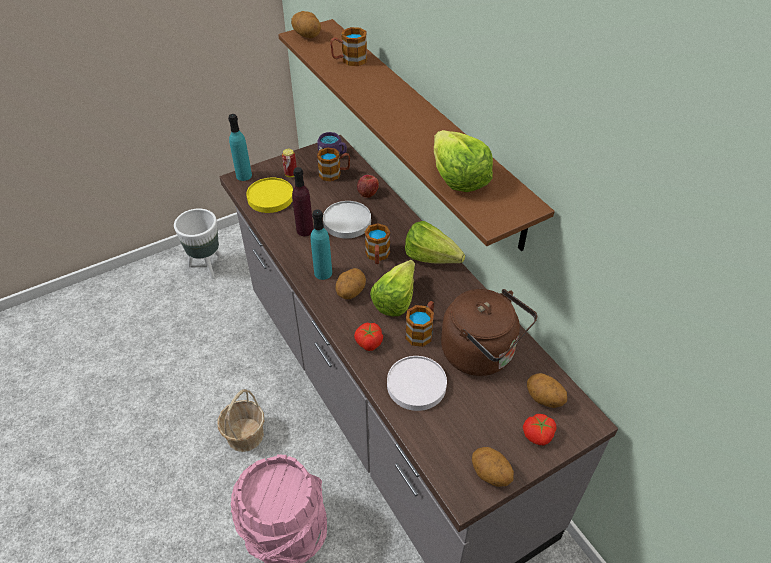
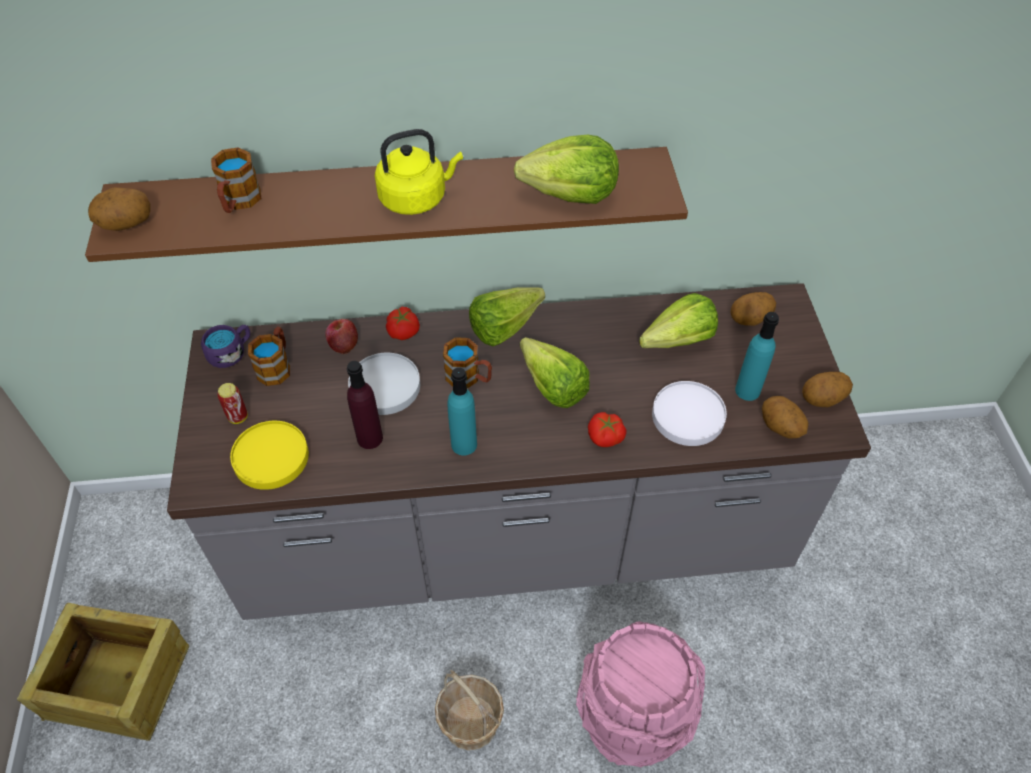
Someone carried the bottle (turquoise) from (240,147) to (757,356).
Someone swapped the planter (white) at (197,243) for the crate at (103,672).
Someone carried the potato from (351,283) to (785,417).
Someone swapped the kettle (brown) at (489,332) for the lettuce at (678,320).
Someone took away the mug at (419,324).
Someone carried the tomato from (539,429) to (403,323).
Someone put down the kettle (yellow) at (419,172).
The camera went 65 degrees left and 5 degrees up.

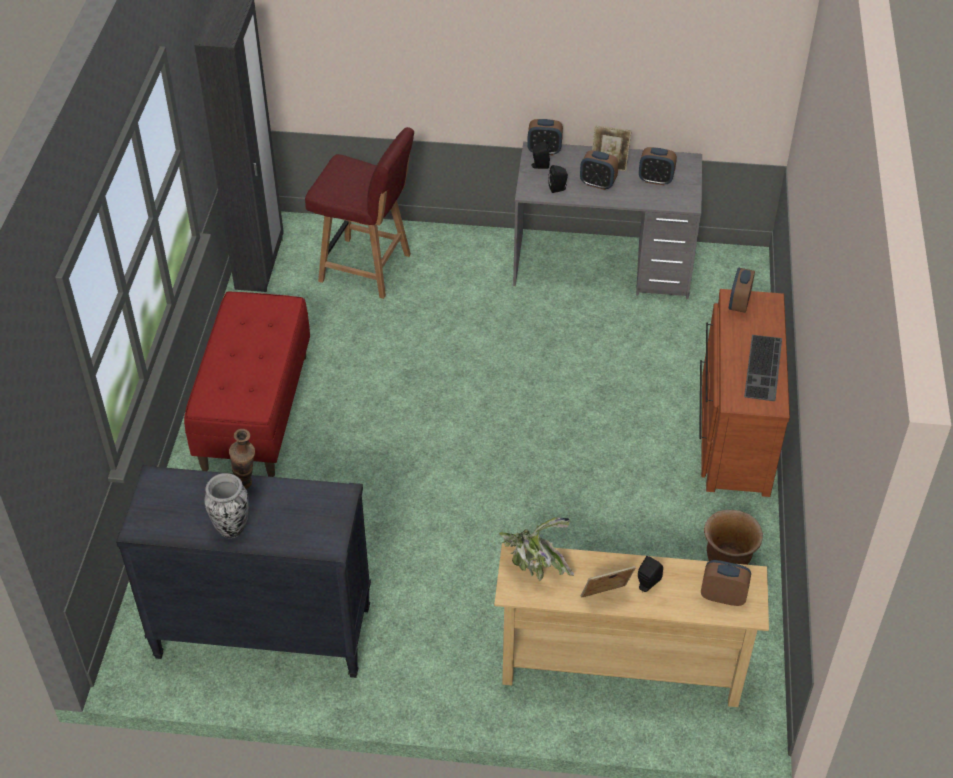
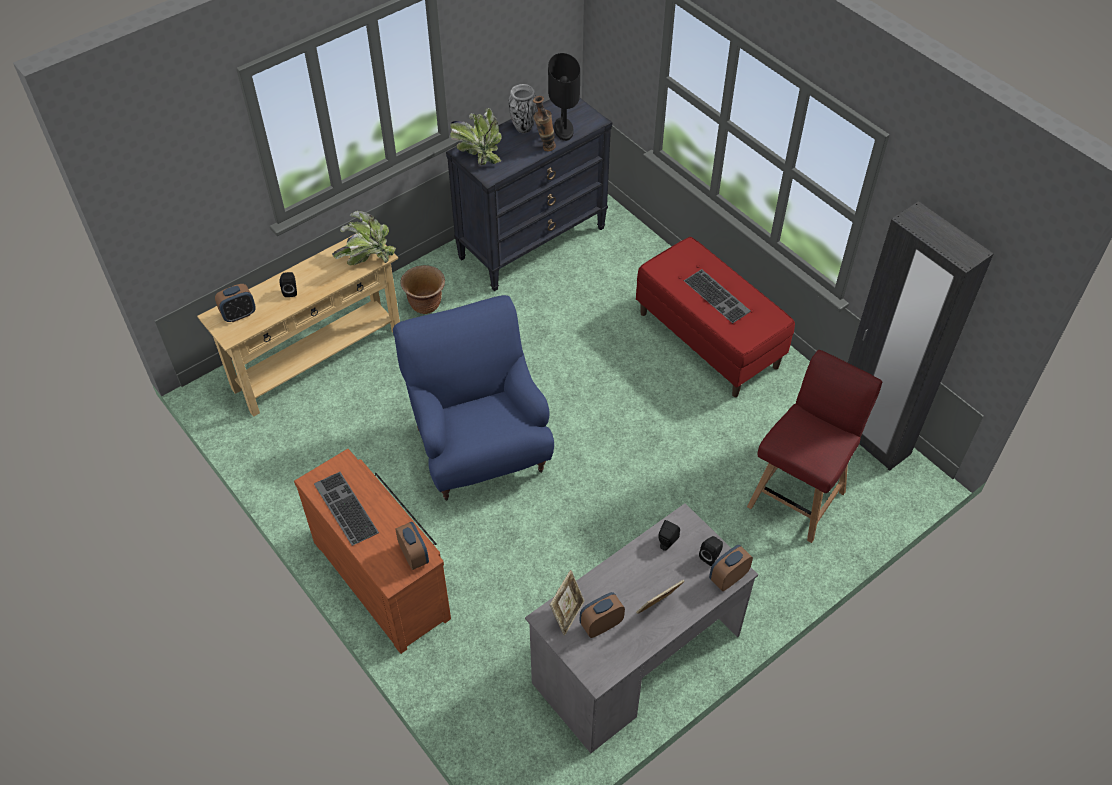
Someone rotated the chair (red) at (359,213) by 150 degrees clockwise.
Someone took away the alarm clock at (599,170).
Someone carried the planter (brown) from (733,537) to (422,289).
Someone carried the picture frame from (608,582) to (567,602).
Someone put down the table lamp (black) at (564,97).
Someone put down the potted plant at (476,136).
Someone put down the keyboard at (717,296).
Someone put down the armchair (blue) at (473,398).
The camera went 135 degrees right and 5 degrees up.

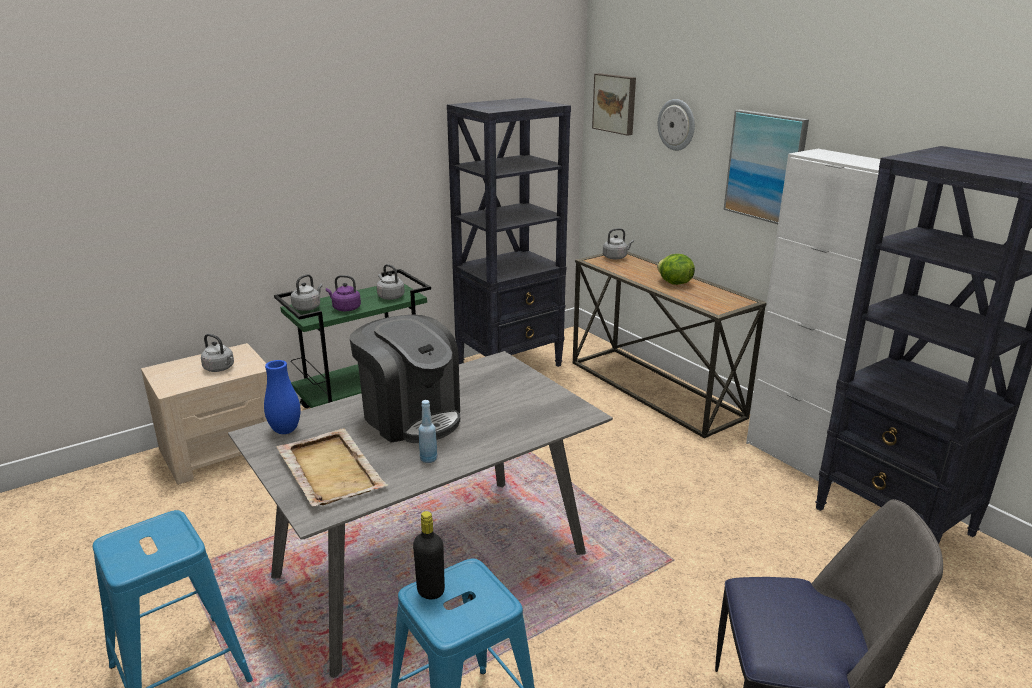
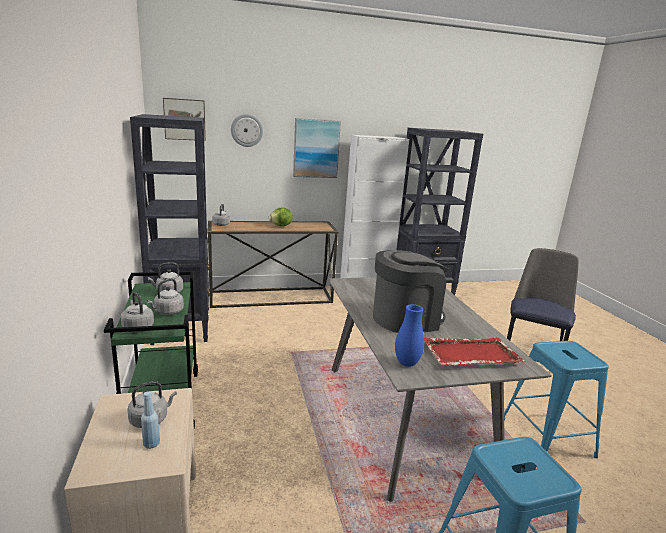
Someone repainted the kettle (purple) at (343,293), which became the kettle (grey) at (165,296).
Someone carried the bottle (blue) from (427,431) to (150,420).
Someone repainted the tray (beige) at (332,467), which became the tray (red) at (474,351).
Someone took away the bottle (black) at (429,555).
The camera went 70 degrees left and 5 degrees down.

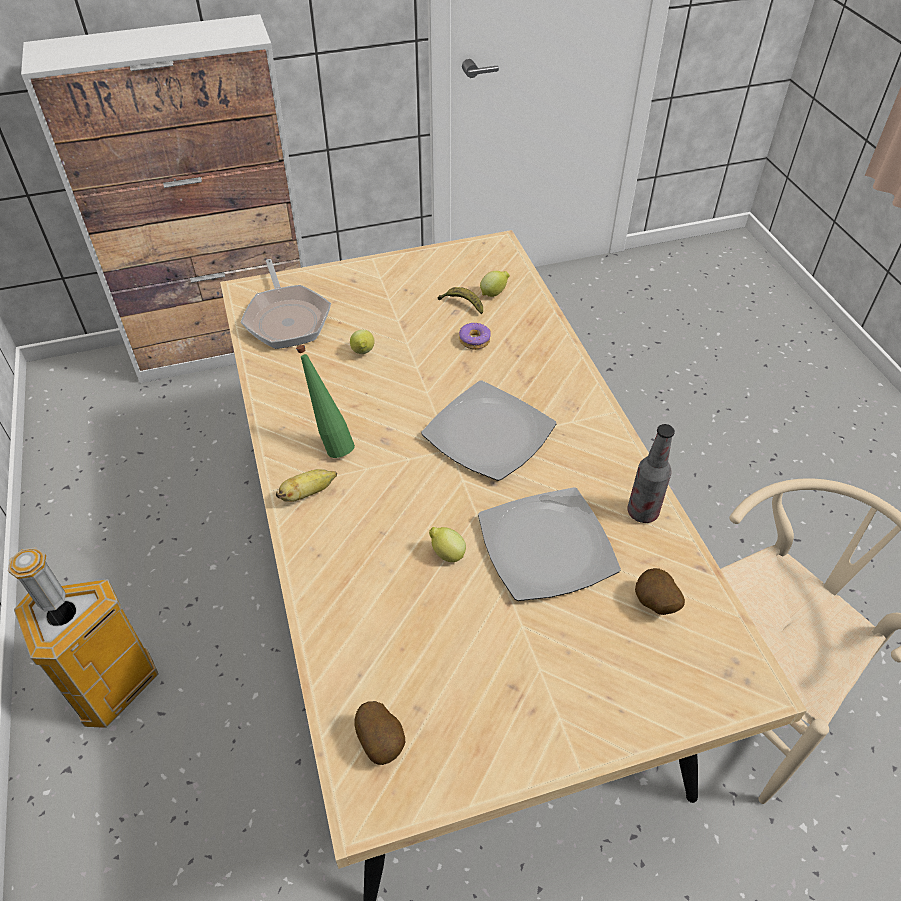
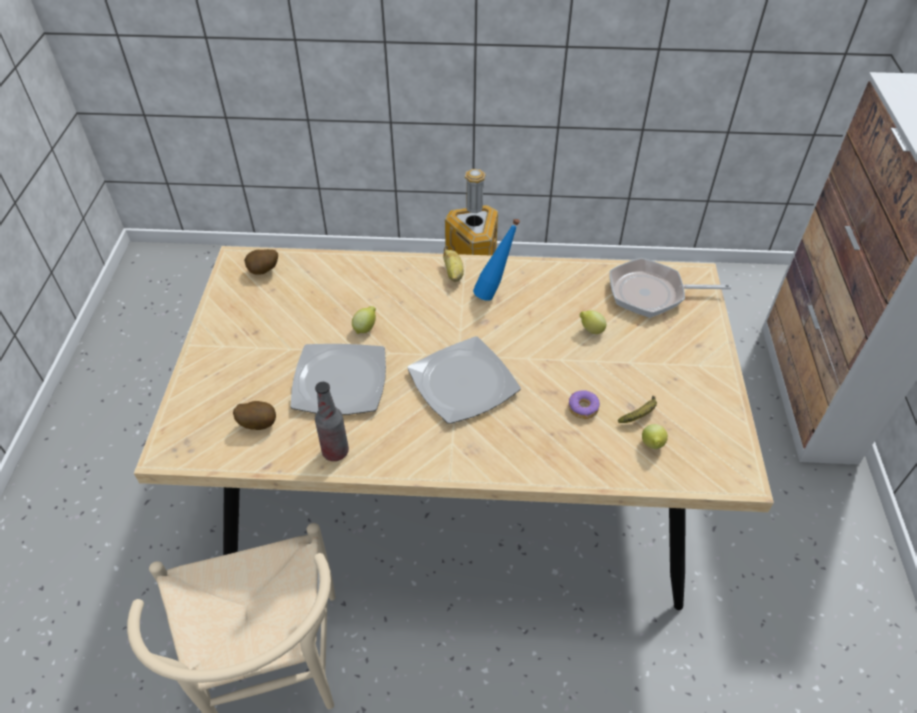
Someone repainted the bottle (green) at (325,401), which became the bottle (blue) at (496,259).
The camera went 110 degrees right and 0 degrees up.

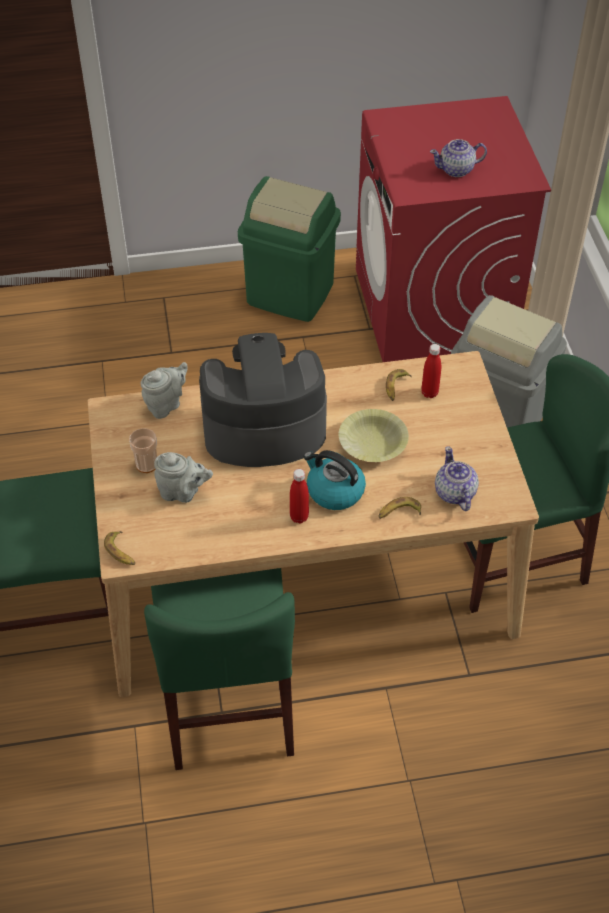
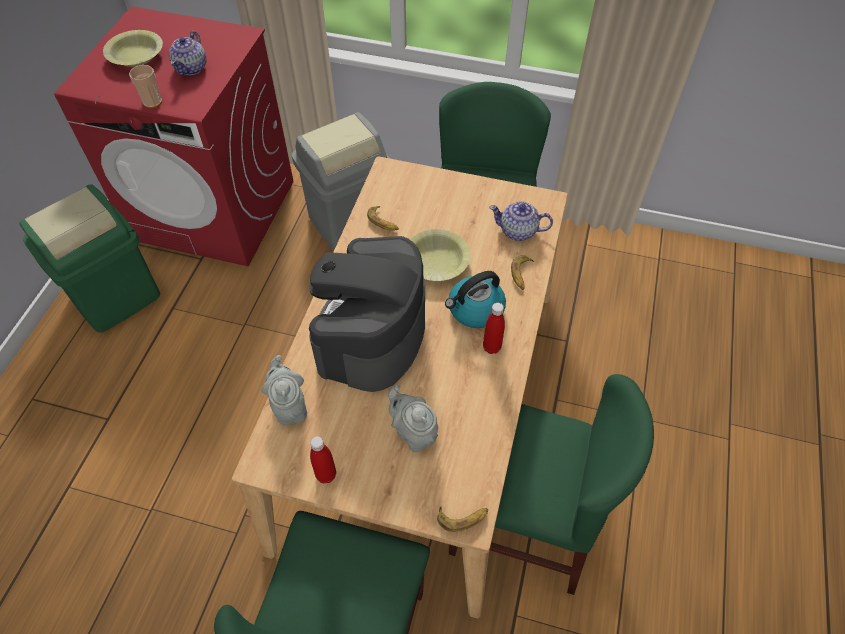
Someone carried the bottle (red) from (431,371) to (323,459).
Someone carried the cup from (143,450) to (145,86).
Someone rotated the teapot (grey) at (183,477) by 75 degrees counterclockwise.
Someone put down the bowl (yellow) at (133,48).
The camera went 65 degrees left and 5 degrees up.

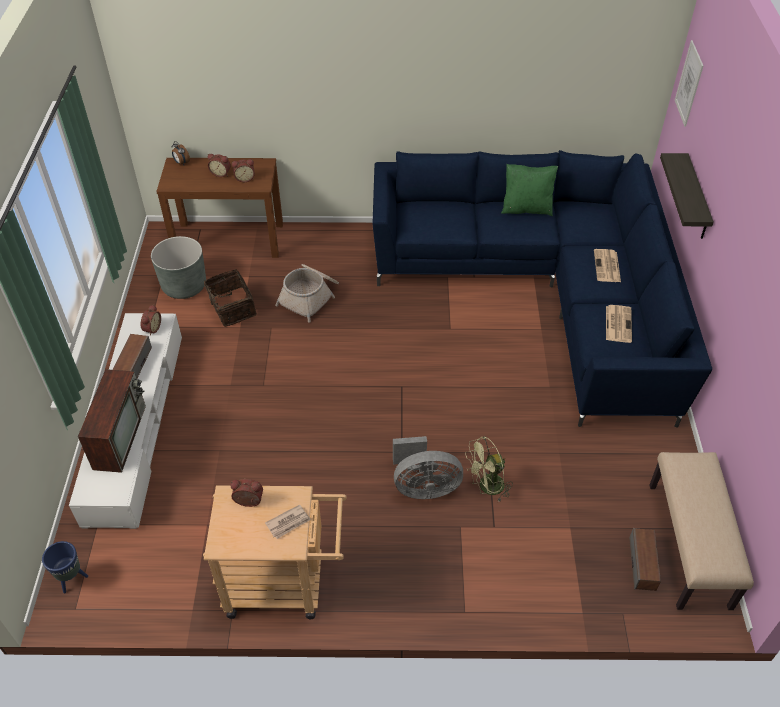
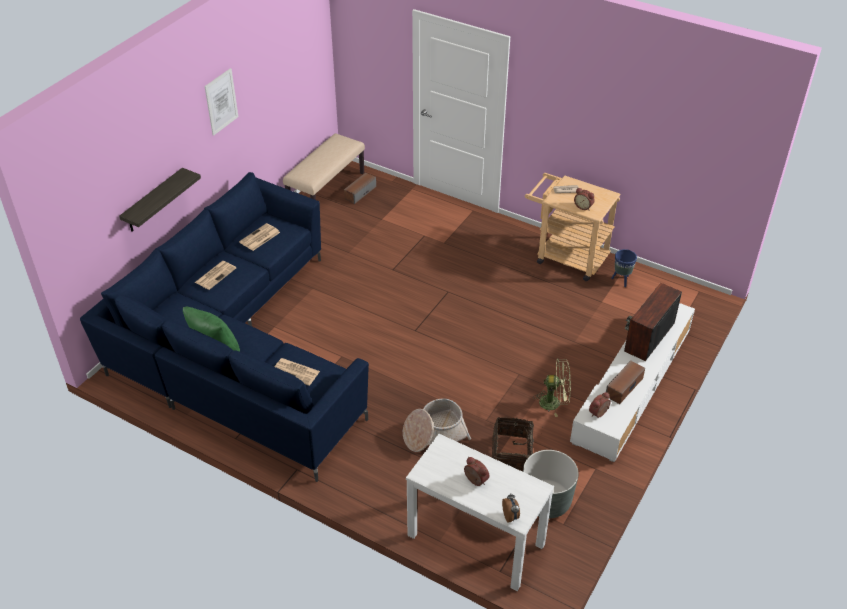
Someone carried the picture from (689,83) to (221,102).
Someone repainted the console table (brown) at (219,208), which became the console table (white) at (480,512).
Someone took away the alarm clock at (243,170).
Someone took away the fan (grey) at (428,467).
Someone carried the fan (green) from (489,469) to (552,387).
Someone carried the planter (blue) from (65,567) to (624,268).
Someone put down the newspaper at (297,372).
The camera went 150 degrees left and 5 degrees down.

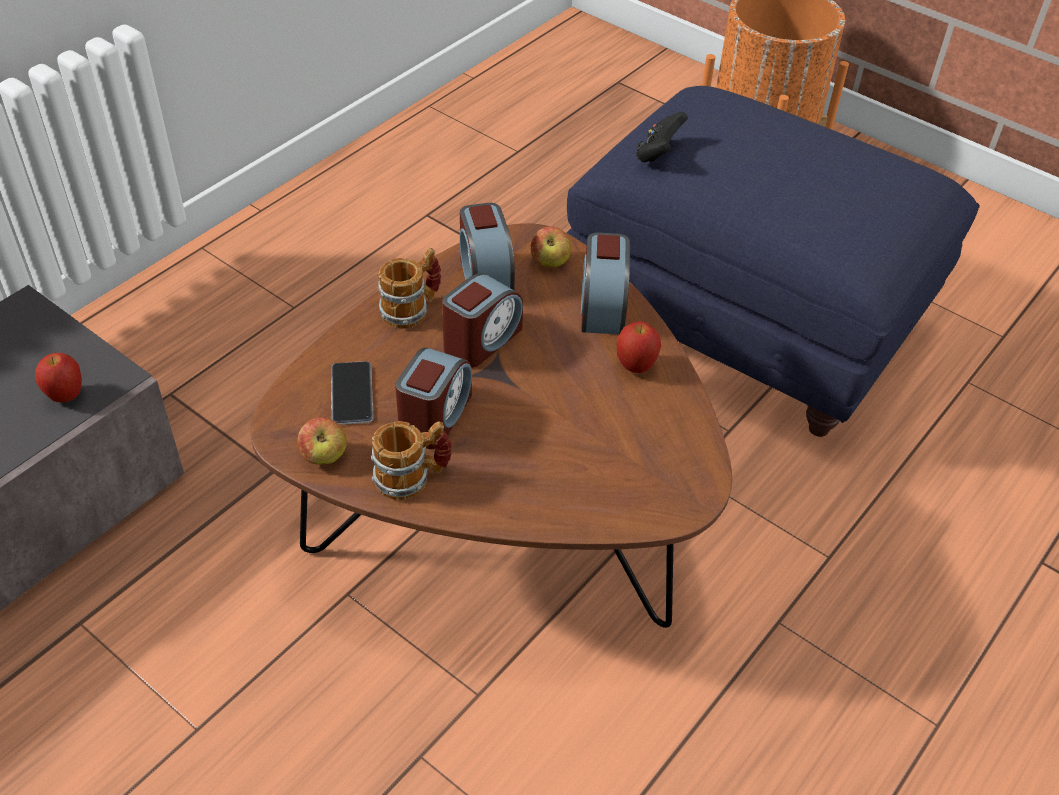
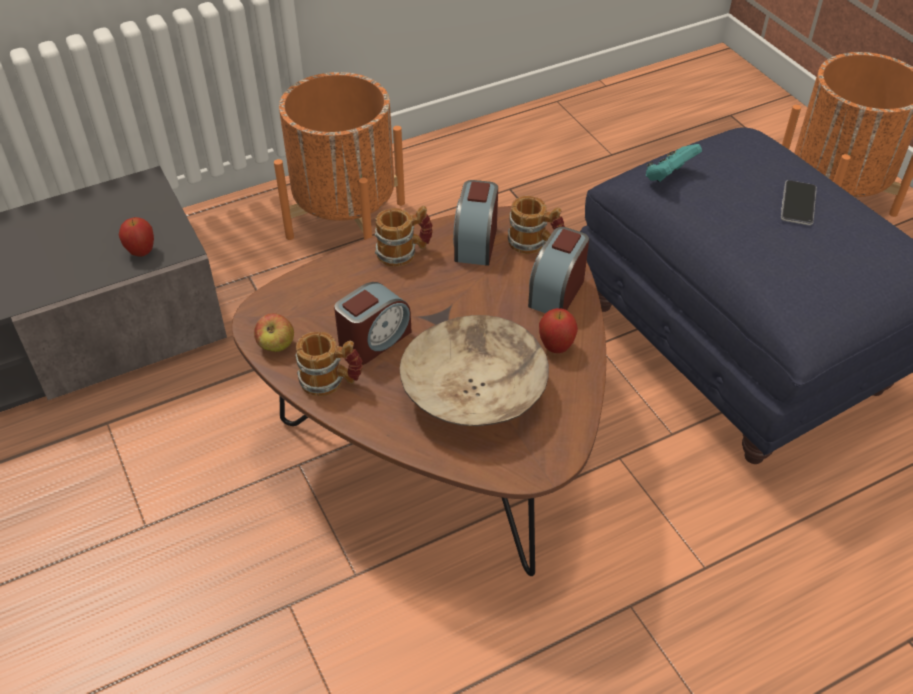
Someone repainted the game controller (black) at (662,136), which became the game controller (turquoise) at (674,163).
Someone swapped the apple at (551,246) for the mug at (536,225).
Someone took away the alarm clock at (482,320).
Someone carried the phone from (352,393) to (799,202).
Someone put down the planter (orange) at (339,156).
Someone put down the bowl (beige) at (474,370).
The camera went 25 degrees right and 0 degrees up.

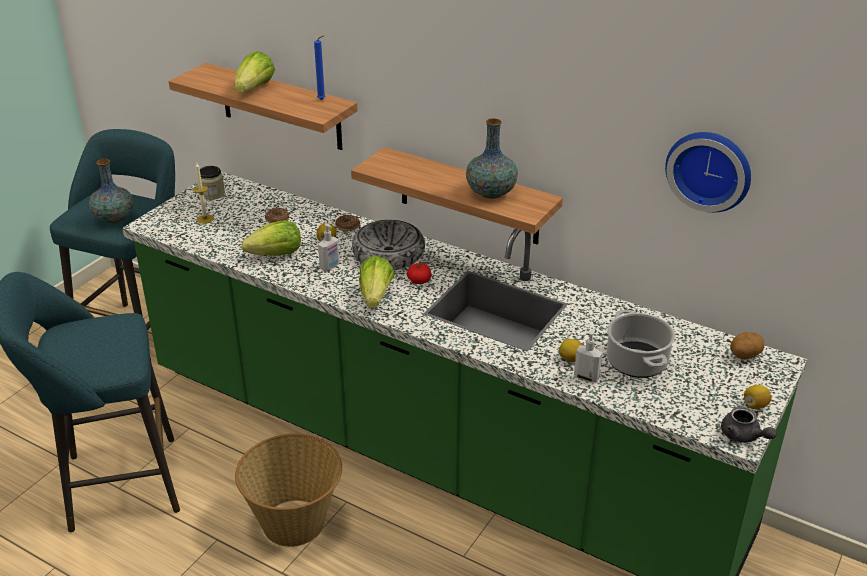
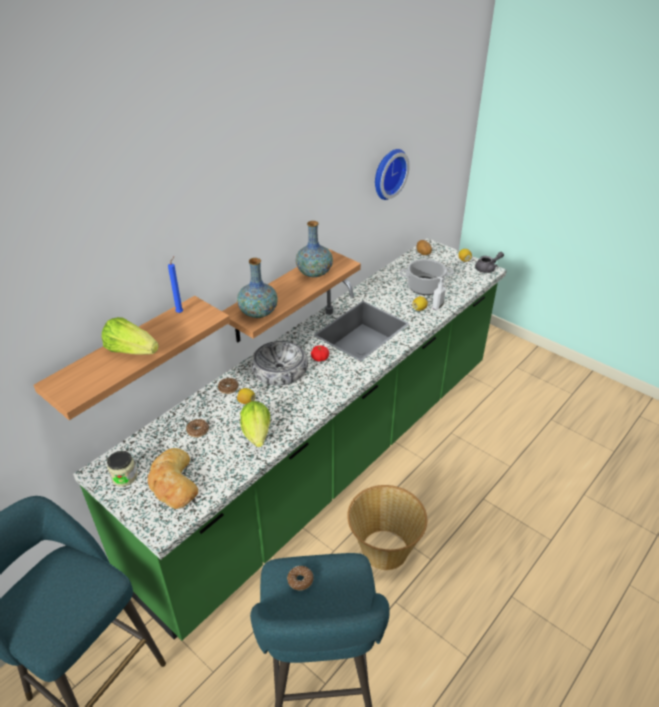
Someone carried the vase from (111,191) to (257,288).
Someone swapped the candle at (203,193) for the bread at (173,478).
Someone took away the soap dispenser at (329,247).
Someone took away the lettuce at (377,282).
Someone put down the donut at (300,578).
The camera went 80 degrees left and 5 degrees up.

